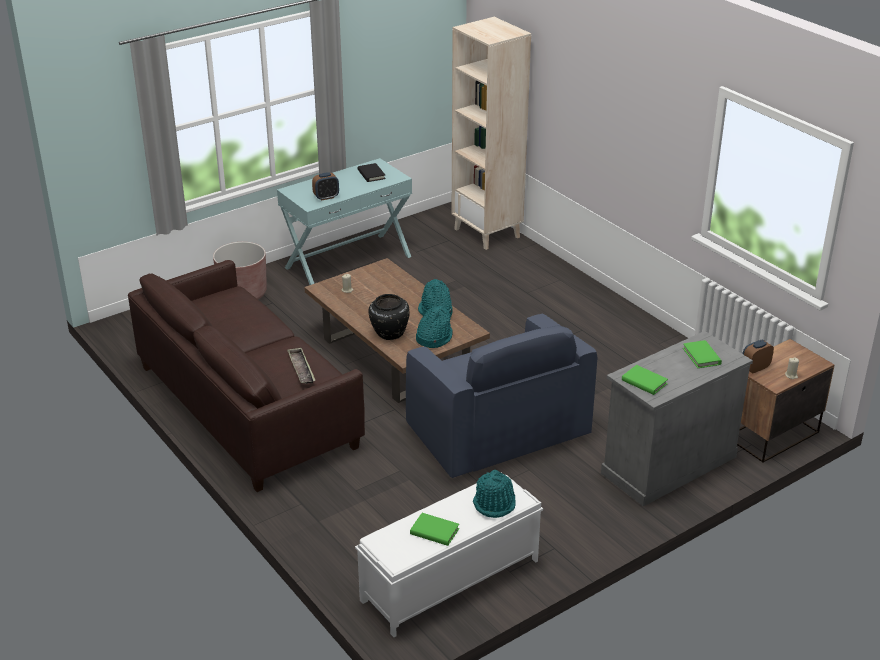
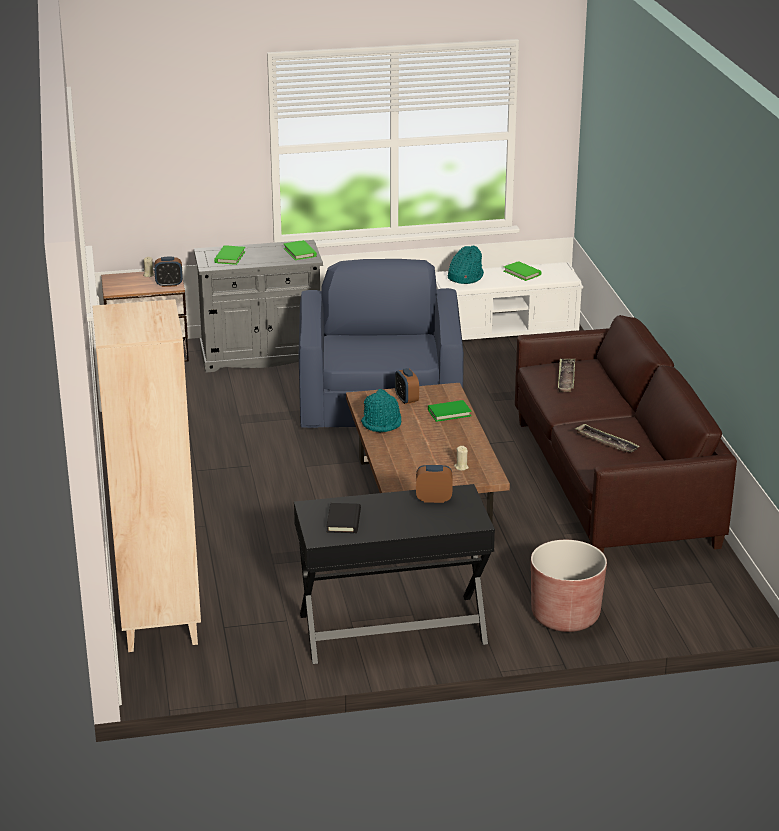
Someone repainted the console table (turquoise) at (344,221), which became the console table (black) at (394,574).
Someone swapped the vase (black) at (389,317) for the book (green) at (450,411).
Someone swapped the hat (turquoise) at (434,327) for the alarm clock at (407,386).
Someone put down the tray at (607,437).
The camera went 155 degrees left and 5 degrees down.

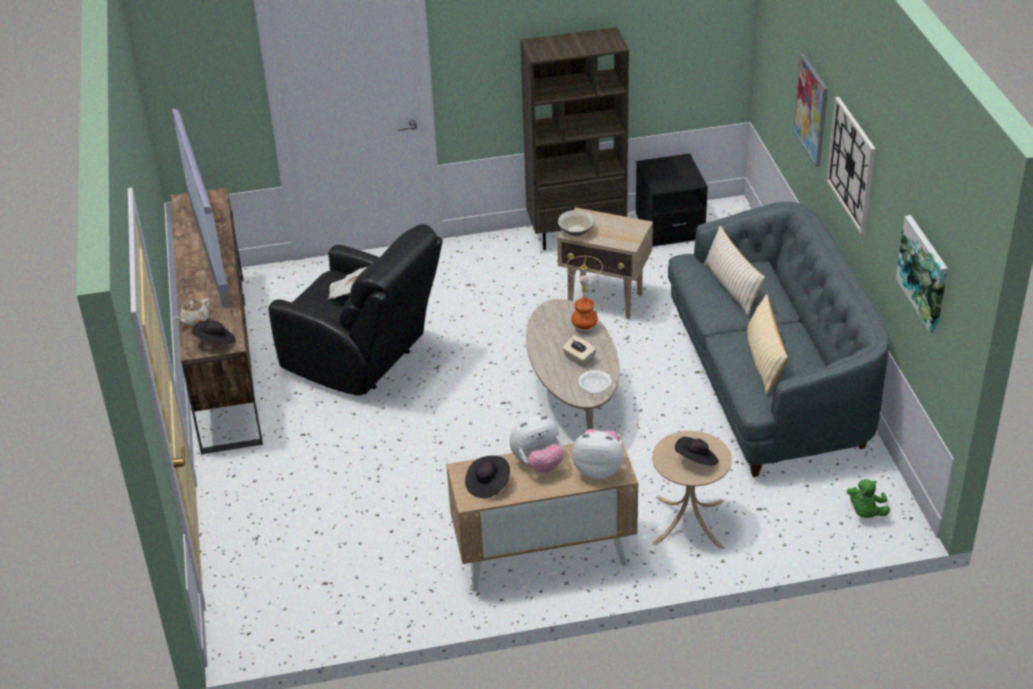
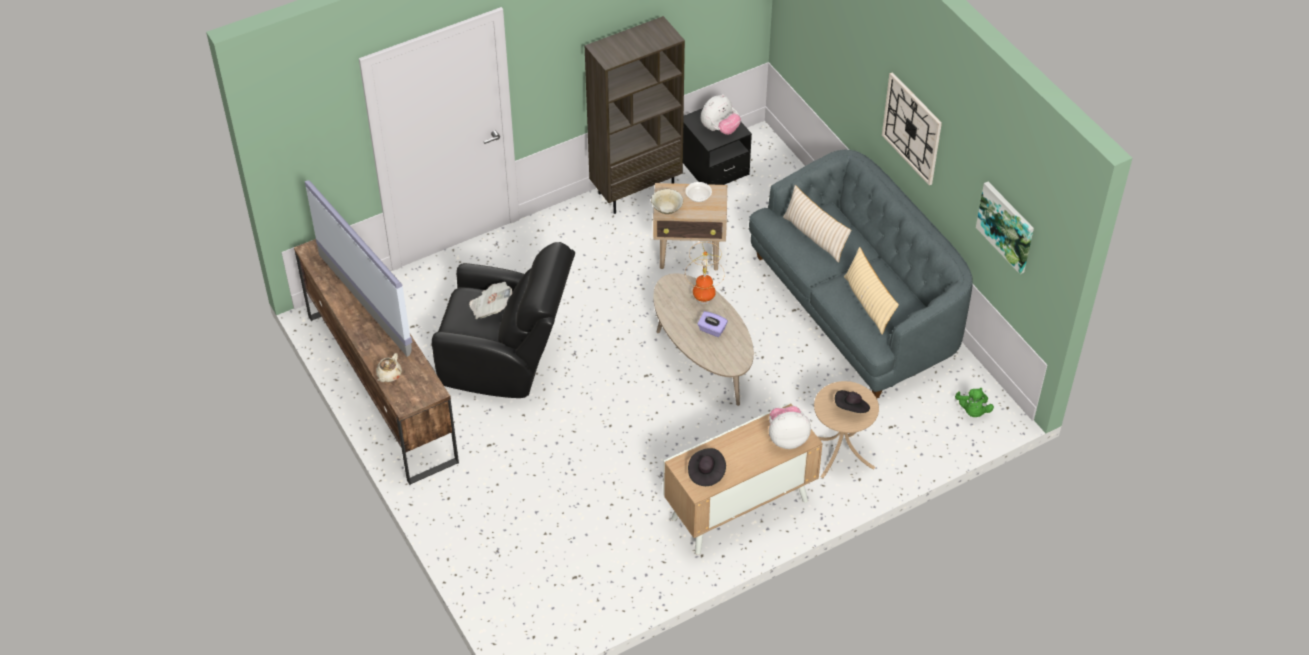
Someone took away the picture at (810,110).
Someone took away the hat (black) at (214,332).
Someone repainted the tissue box (beige) at (579,351), which became the tissue box (purple) at (712,324).
Someone carried the bowl from (595,382) to (699,192).
Someone carried the plush toy from (537,443) to (721,114).
The camera went 20 degrees left and 10 degrees up.

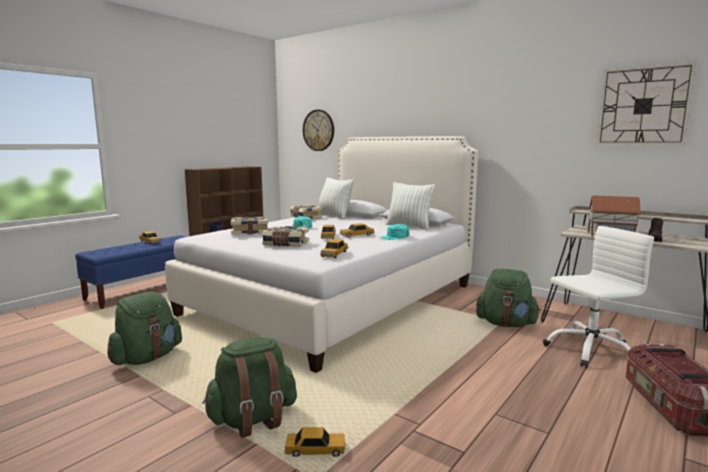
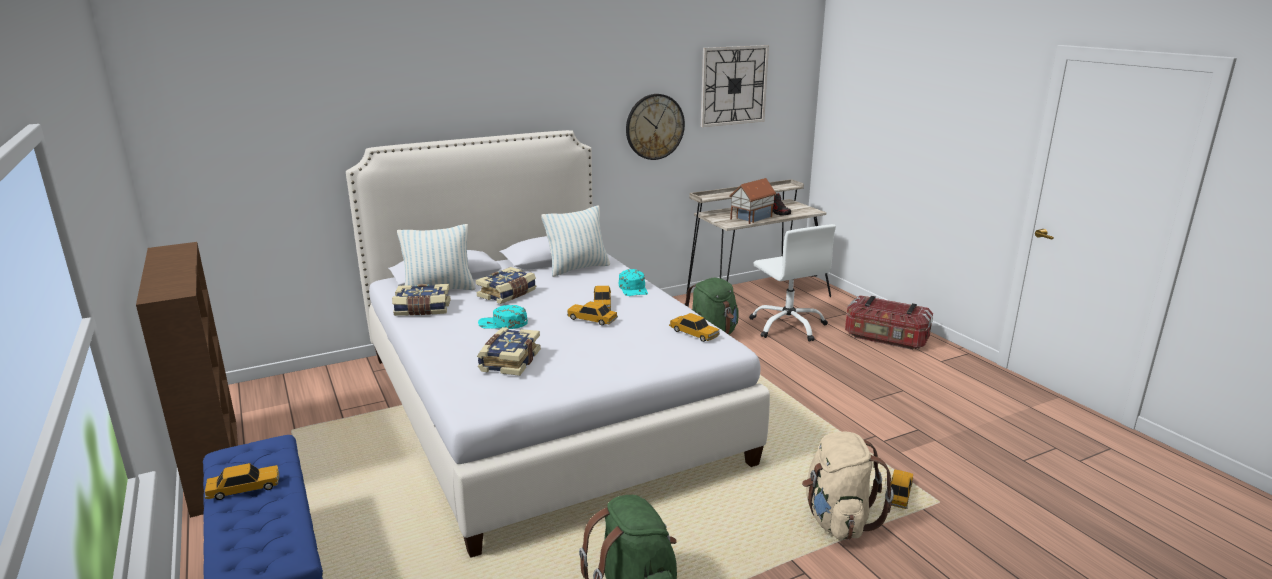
Someone carried the wall clock from (318,130) to (655,127).
Someone carried the book from (285,236) to (506,285).
Someone rotated the office chair (white) at (598,297) by 150 degrees clockwise.
Someone repainted the backpack (green) at (249,387), which became the backpack (beige) at (848,485).
The camera went 65 degrees left and 10 degrees up.

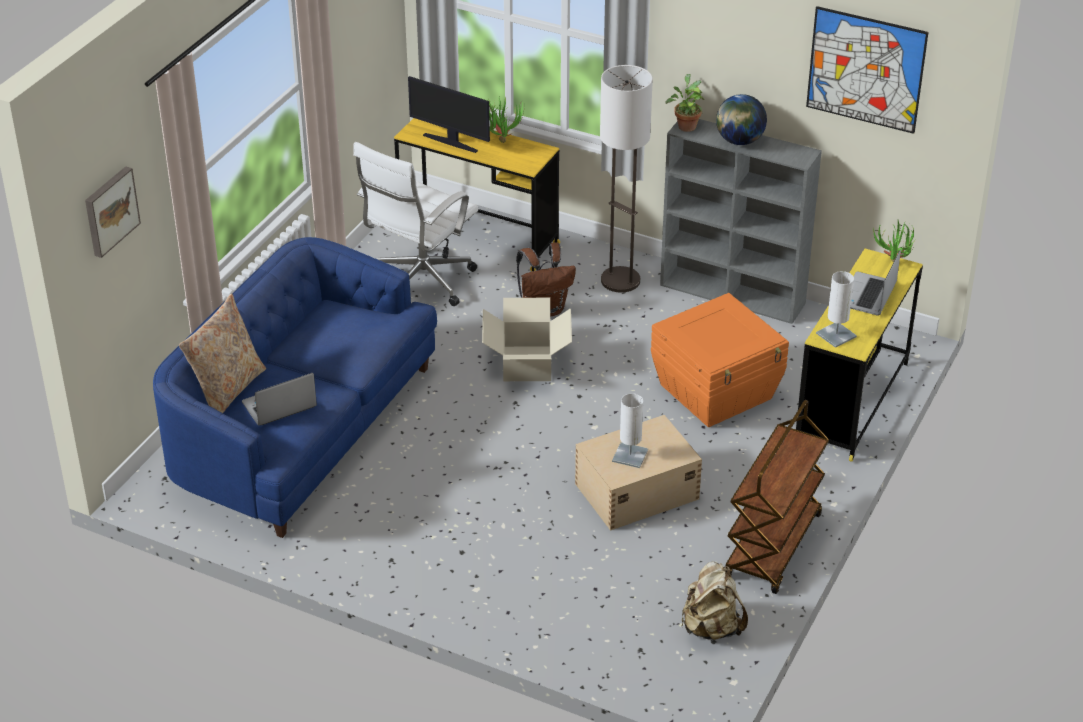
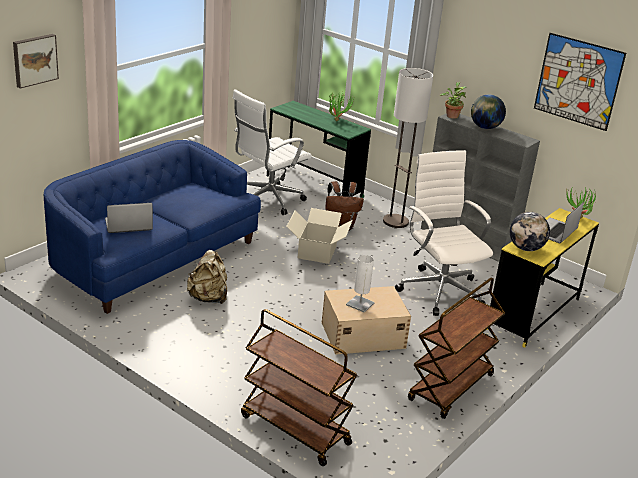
Someone took away the monitor at (449,114).
Someone repainted the desk (yellow) at (477,195), which became the desk (green) at (319,149).
Someone swapped the table lamp (white) at (836,309) for the globe at (530,231).
Someone swapped the storage box (orange) at (720,360) for the office chair (white) at (444,233).
Someone took away the pillow (beige) at (222,353).
Someone carried the backpack (beige) from (714,600) to (207,277).
Someone put down the cart (brown) at (299,387).
The camera went 10 degrees right and 10 degrees down.

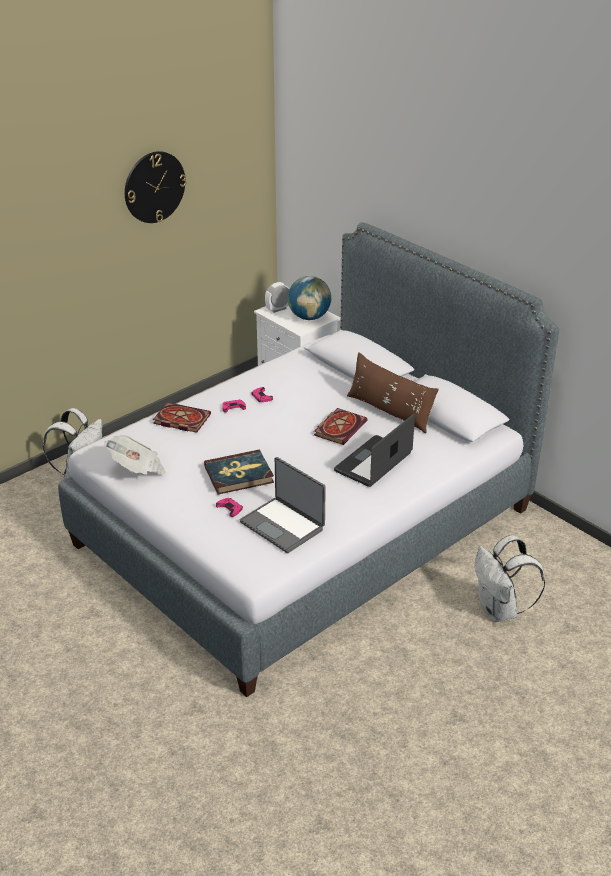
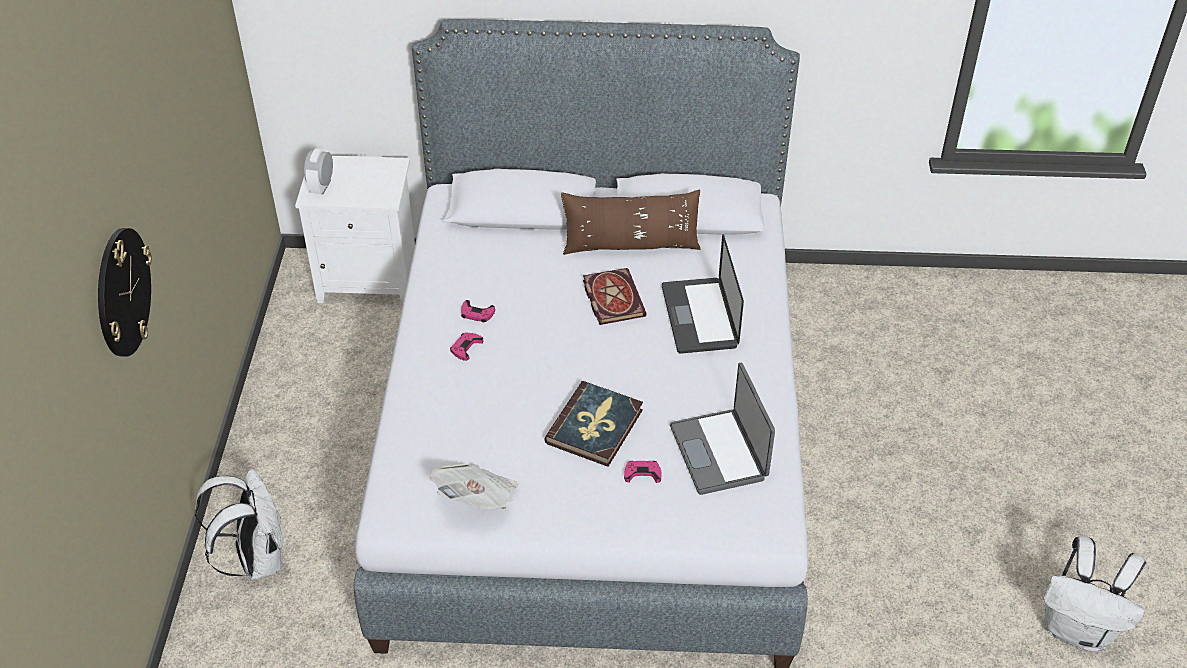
Someone carried the wall clock from (155,187) to (125,292).
Someone took away the globe at (309,298).
Someone took away the book at (182,417).
Someone rotated the laptop at (283,505) by 75 degrees clockwise.
Someone carried the backpack (white) from (510,578) to (1095,594).
The camera went 45 degrees left and 10 degrees up.

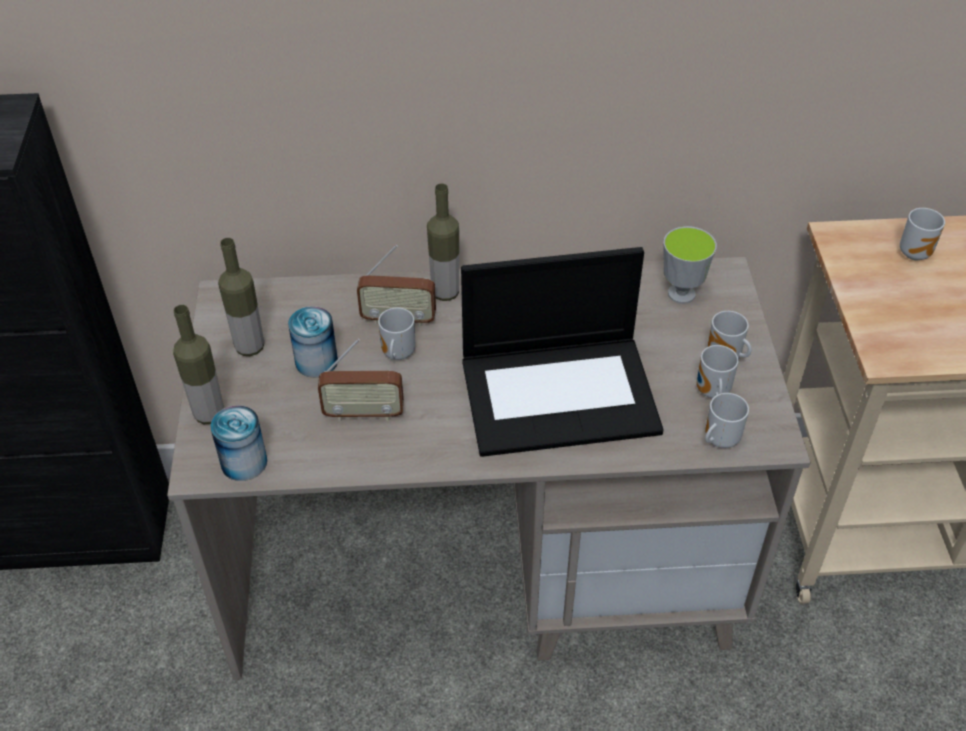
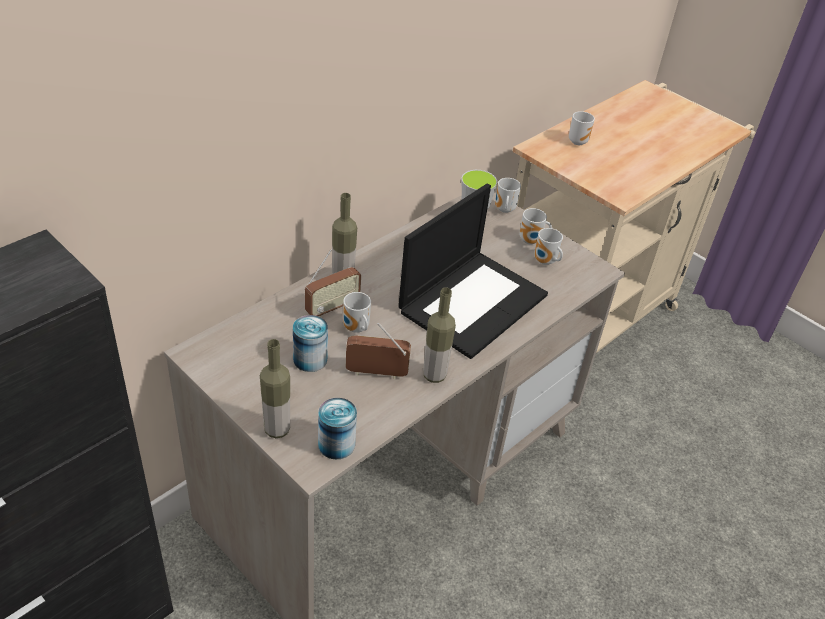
Someone carried the bottle from (241,297) to (439,335).
Someone rotated the radio at (361,380) by 135 degrees counterclockwise.
Someone carried the mug from (727,420) to (508,195).
The camera went 45 degrees left and 5 degrees down.

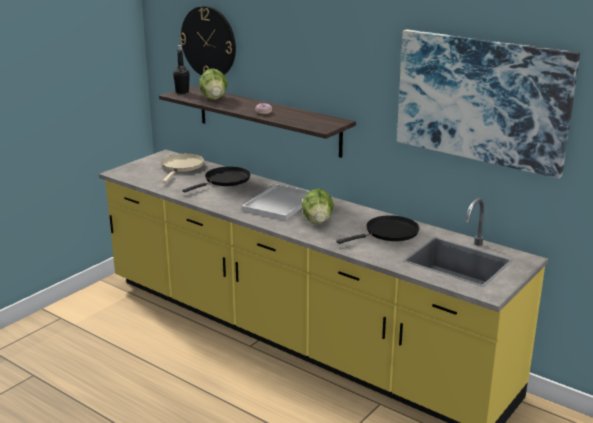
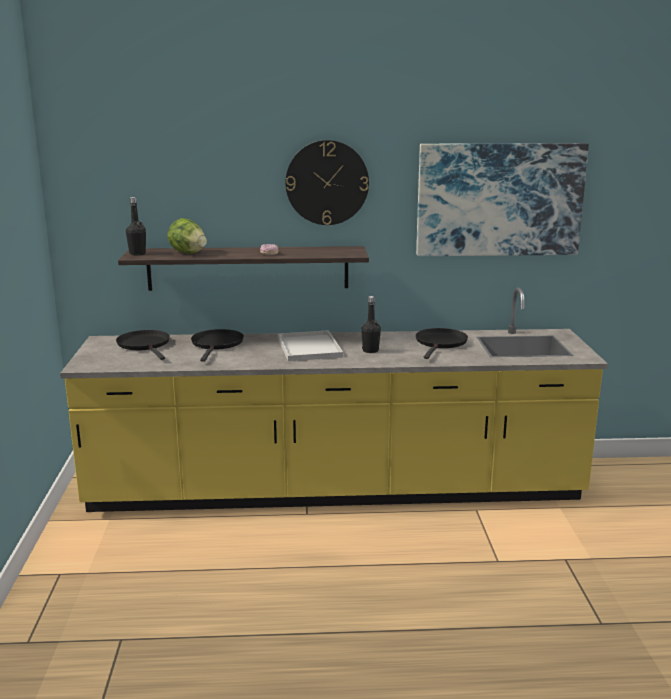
Someone carried the wall clock from (208,41) to (327,182).
Someone repainted the frying pan (beige) at (182,168), which became the frying pan (black) at (143,345).
Someone swapped the lettuce at (318,206) for the bottle (black) at (371,324).
The camera went 40 degrees left and 5 degrees down.

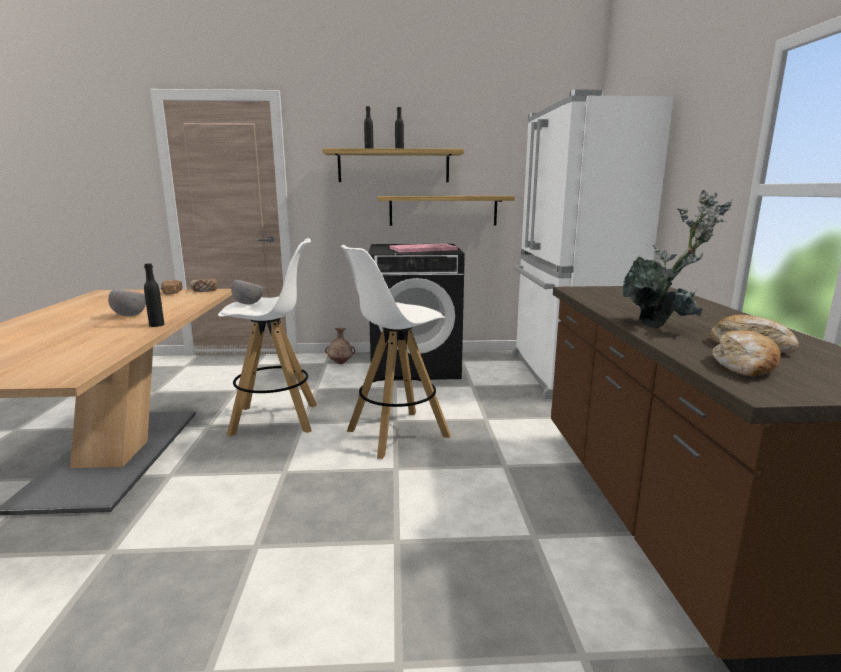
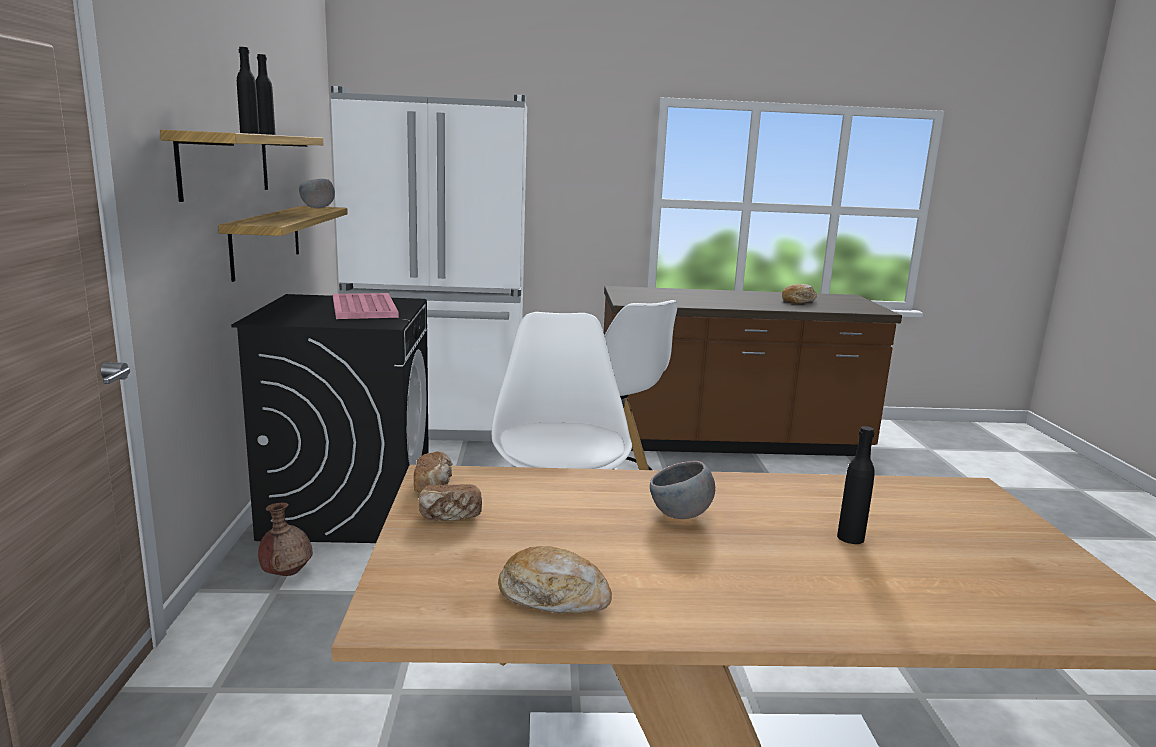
Someone took away the potted plant at (678,259).
Someone carried the bottle (black) from (154,295) to (856,485).
Someone carried the bowl (grey) from (247,292) to (317,193).
Someone carried the bread from (747,353) to (555,580).
The camera went 90 degrees left and 0 degrees up.

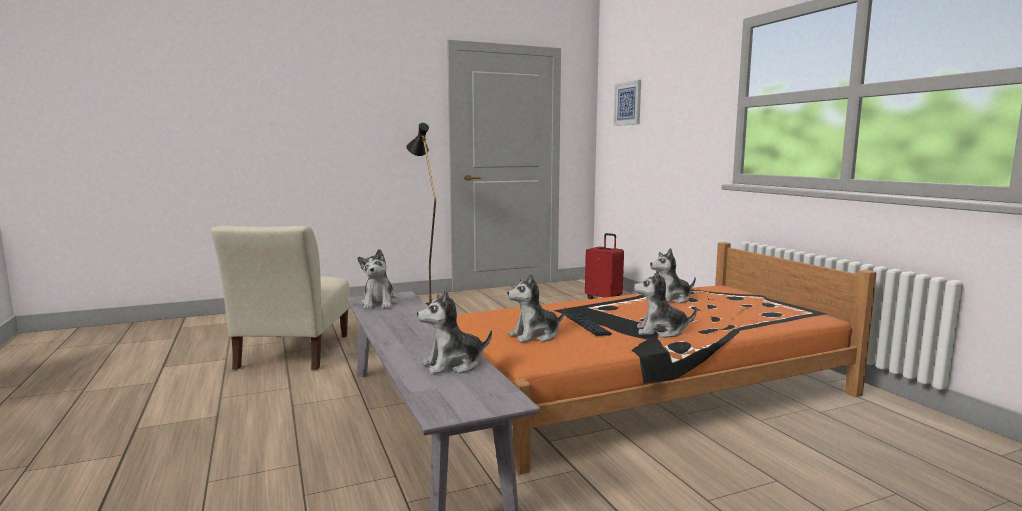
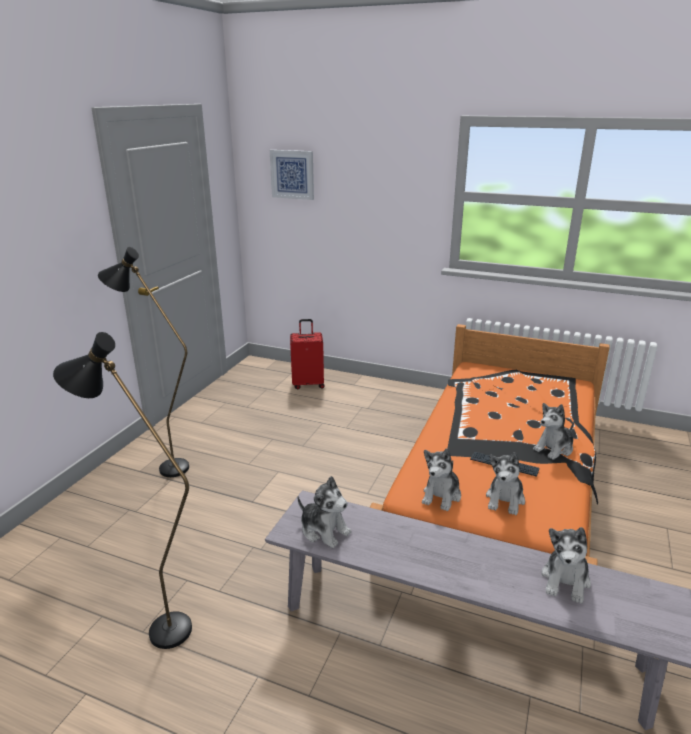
Someone swapped the chair (beige) at (280,298) for the floor lamp (black) at (122,490).
Someone carried the plush toy from (673,275) to (441,480).
The camera went 45 degrees left and 15 degrees up.

